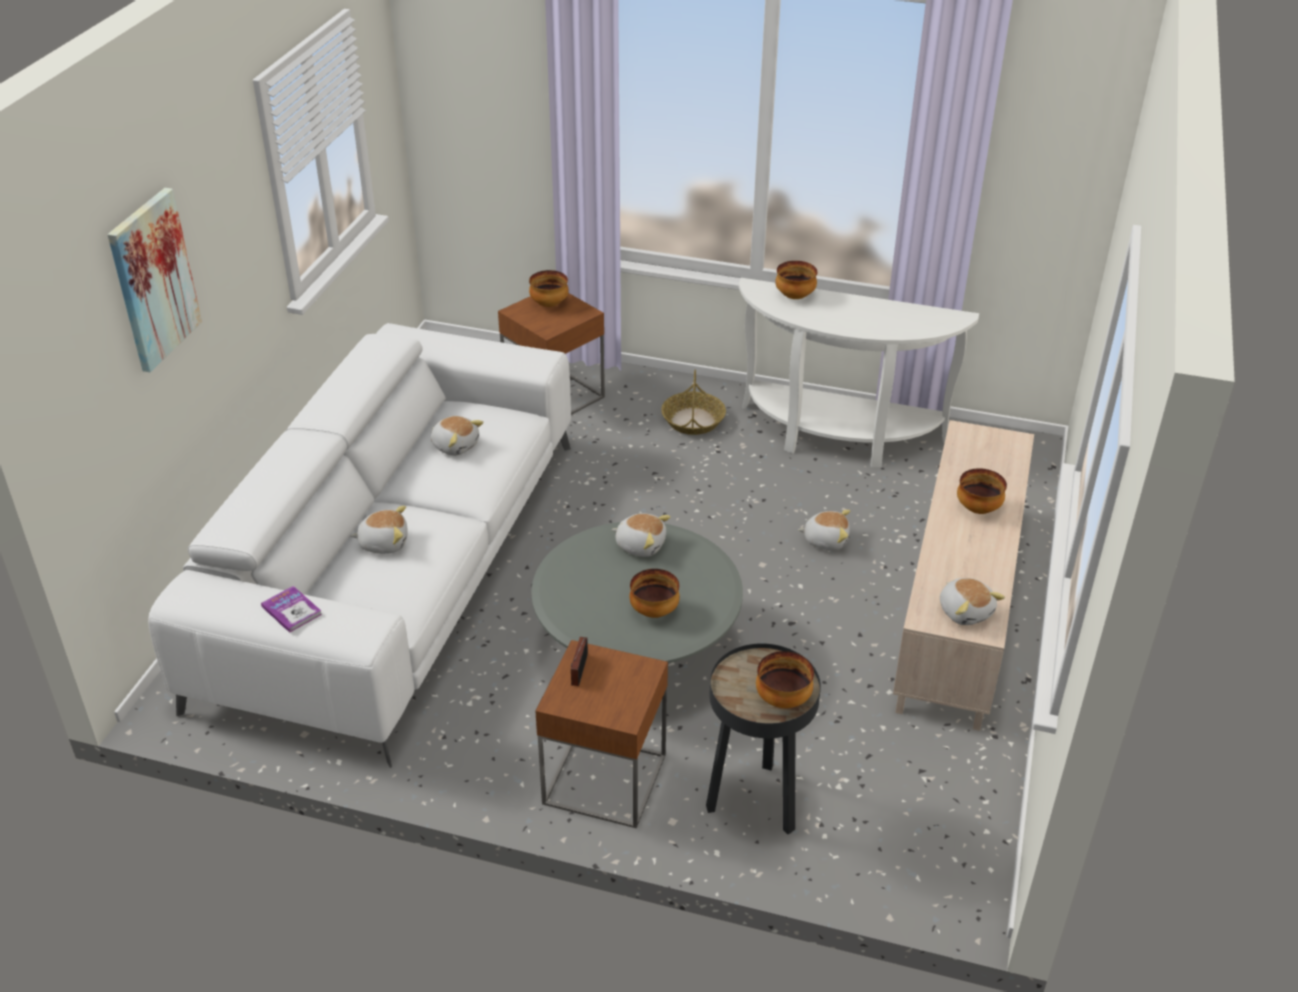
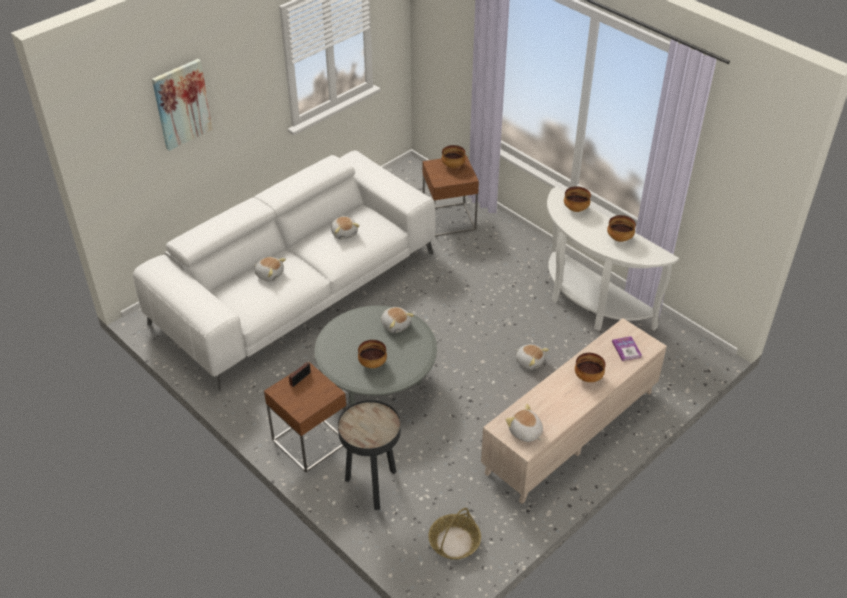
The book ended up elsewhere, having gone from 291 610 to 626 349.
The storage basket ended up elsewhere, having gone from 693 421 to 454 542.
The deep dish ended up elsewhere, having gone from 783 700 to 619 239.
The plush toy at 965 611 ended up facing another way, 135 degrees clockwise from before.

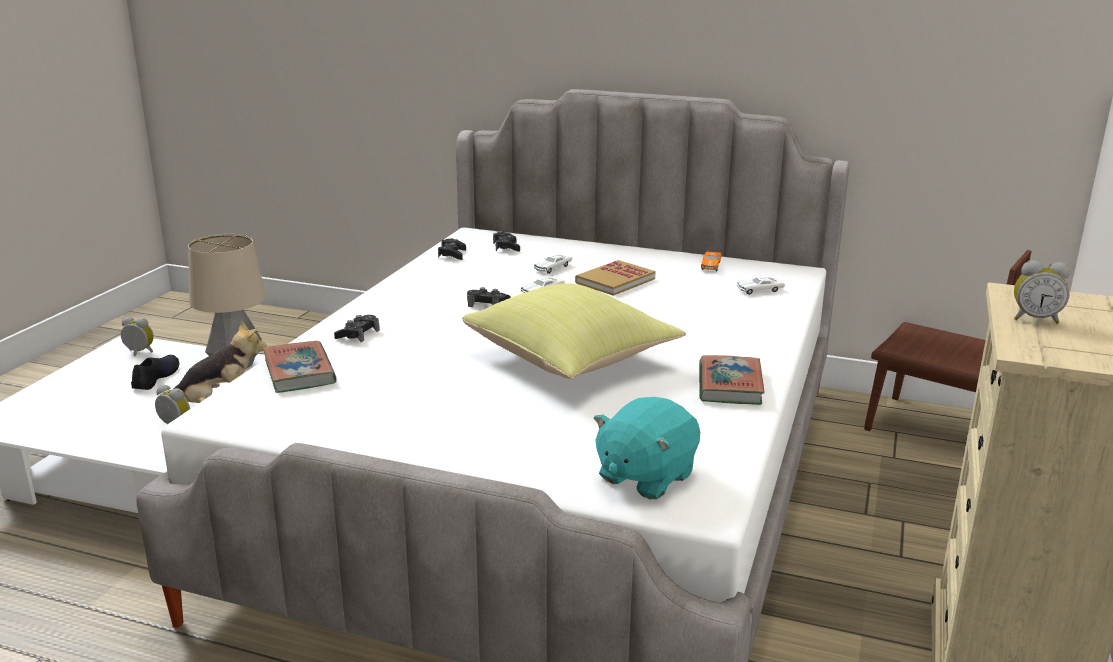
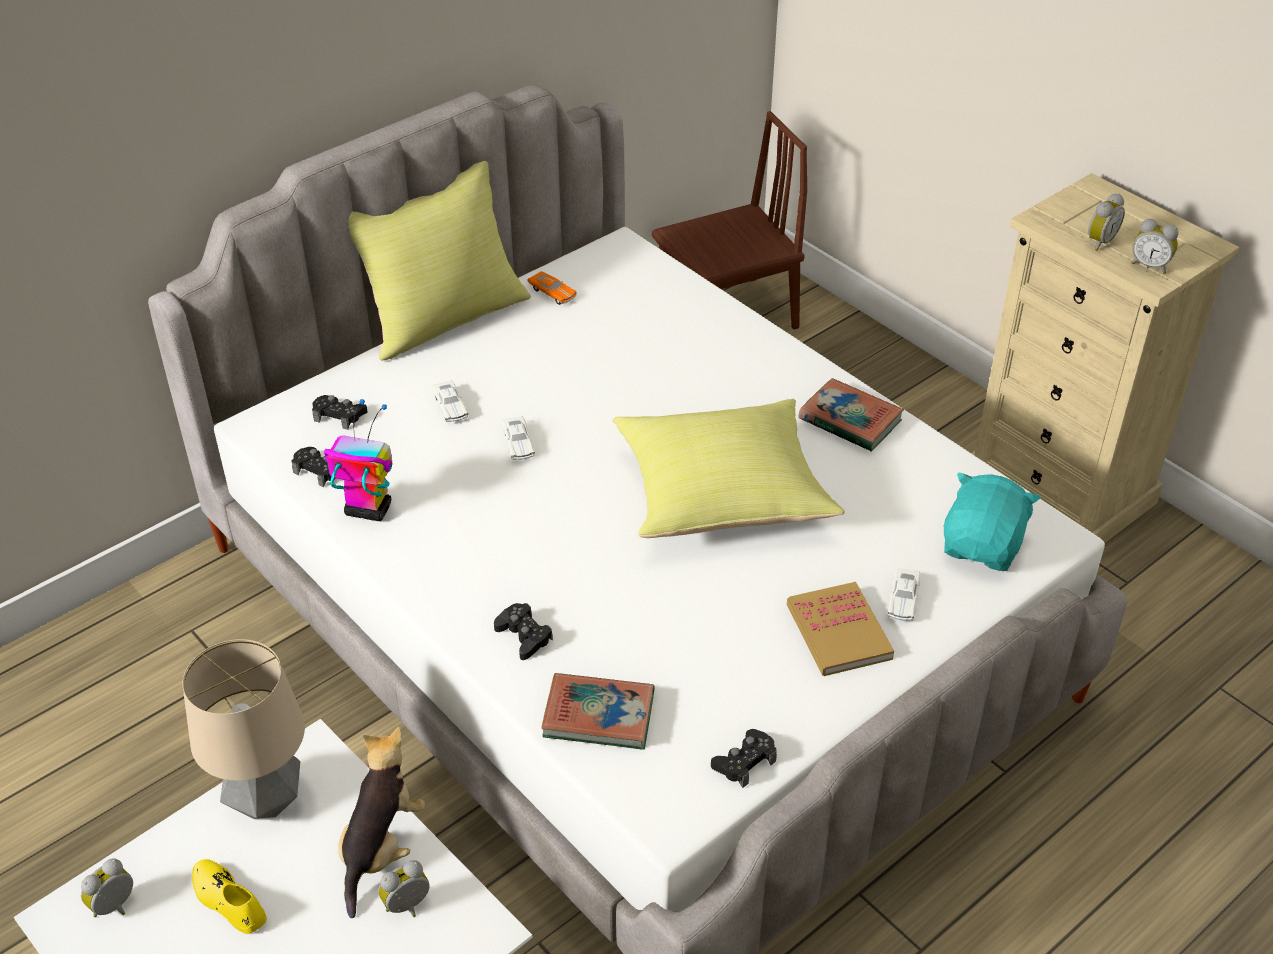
The second view gained the toy robot at 367 510.
The second view gained the yellow throw pillow at 444 318.
The second view gained the table clock at 1150 265.
The blackish gamepad ended up elsewhere, having gone from 488 304 to 744 762.
The book ended up elsewhere, having gone from 615 281 to 838 632.
The white miniature car ended up elsewhere, having gone from 759 290 to 903 600.
What was the blackish item of footwear at 155 377 turned into the yellow item of footwear at 228 901.
The blue-green plush toy at 644 476 ended up facing another way, 135 degrees counterclockwise from before.

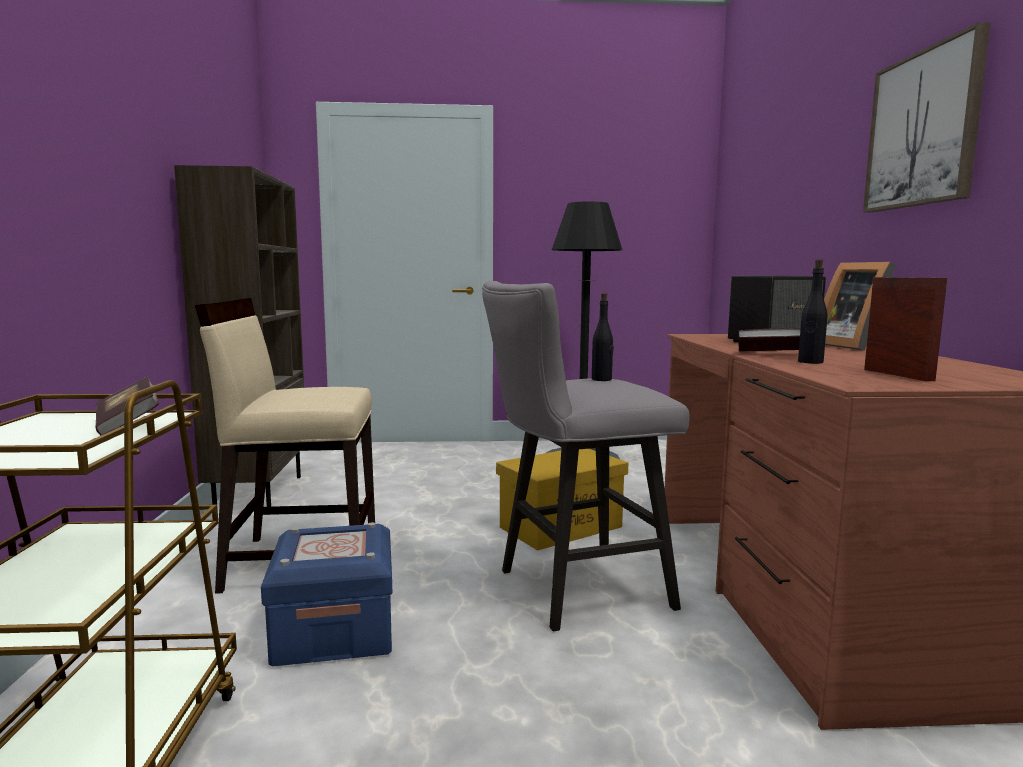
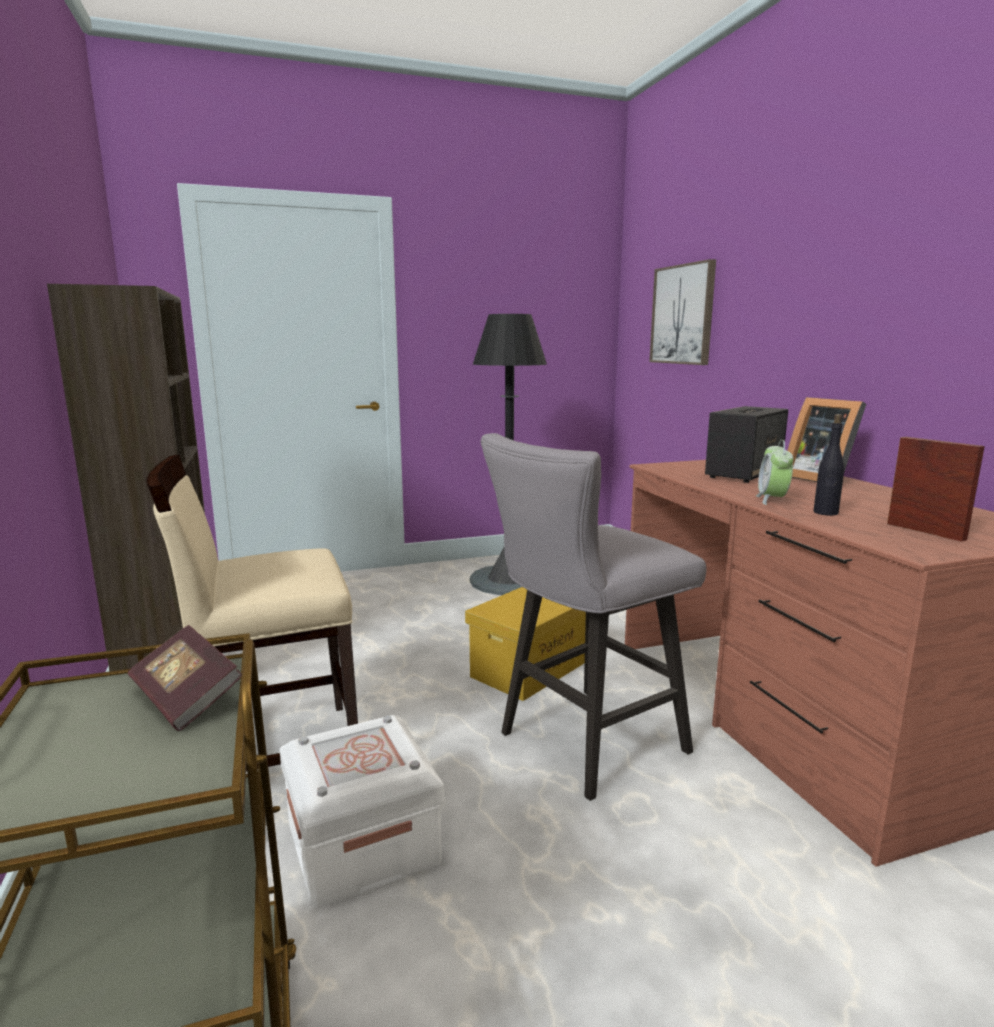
The second view lost the blackish beverage bottle at 602 379.
The wall picture ended up elsewhere, having gone from 923 129 to 683 315.
Where the book stood at 769 354, the table clock came to stand at 772 500.
What was the blue storage bin at 335 630 turned into the white storage bin at 363 844.

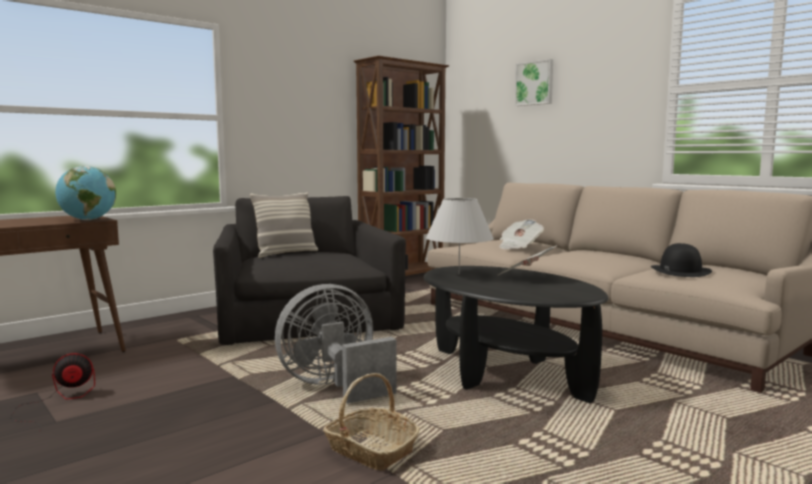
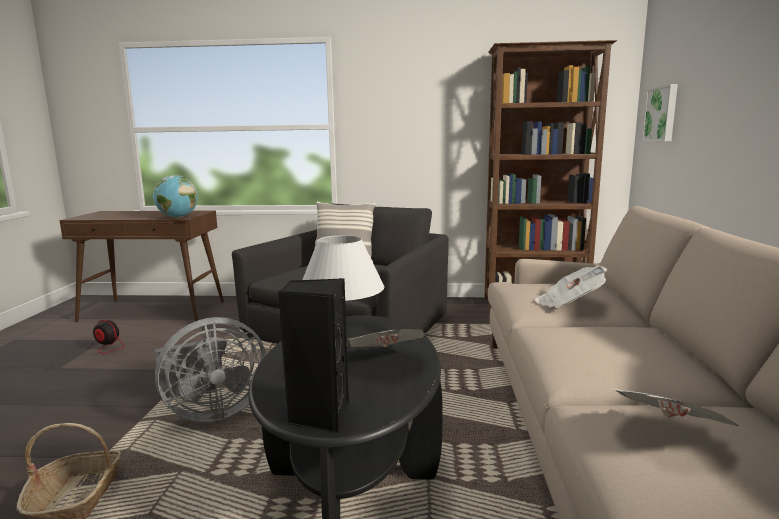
The second view gained the blackish loudspeaker at 319 415.
The wall picture ended up elsewhere, having gone from 535 83 to 661 114.
Where the blackish hat stood at 680 271, the printed paper came to stand at 668 434.
The gray cooling fan at 334 386 ended up facing another way, 135 degrees clockwise from before.

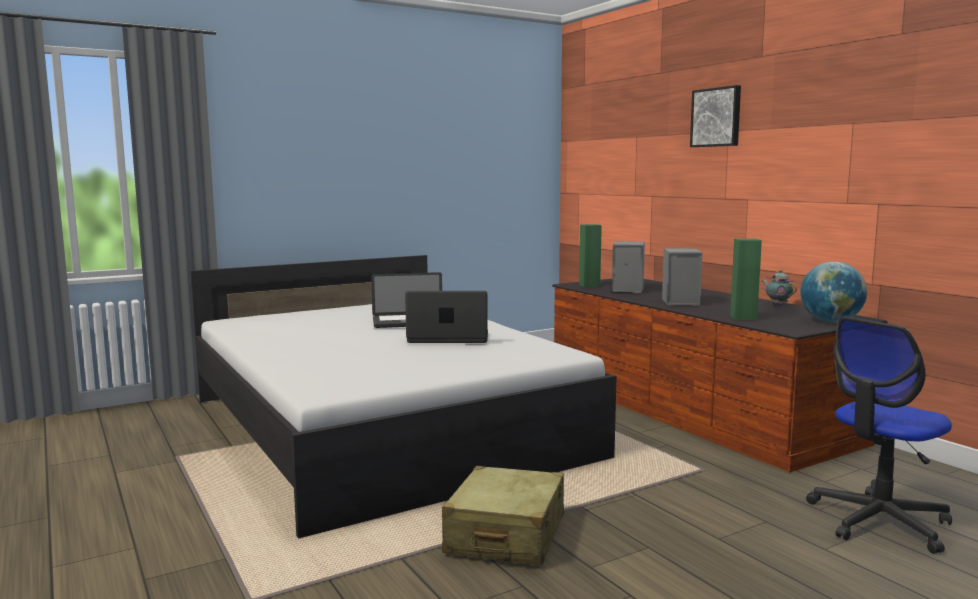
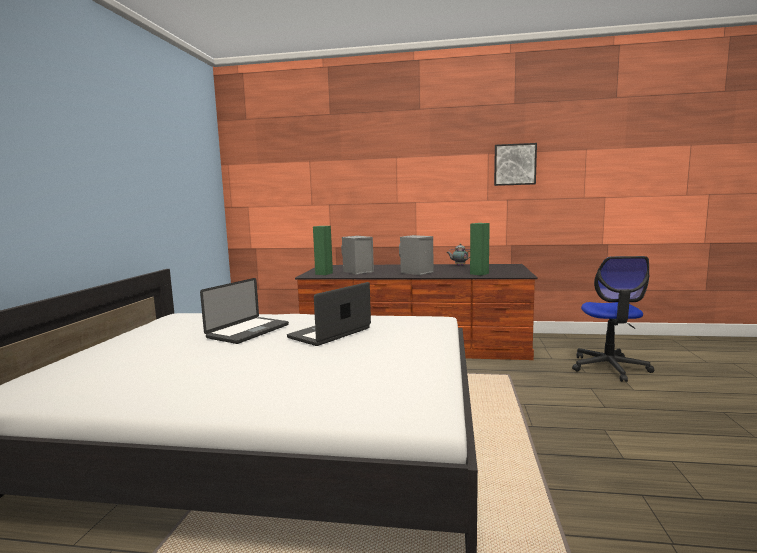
The second view lost the sand-coloured travel case at 506 535.
The second view lost the desk globe at 831 321.
The wall picture ended up elsewhere, having gone from 716 117 to 514 164.

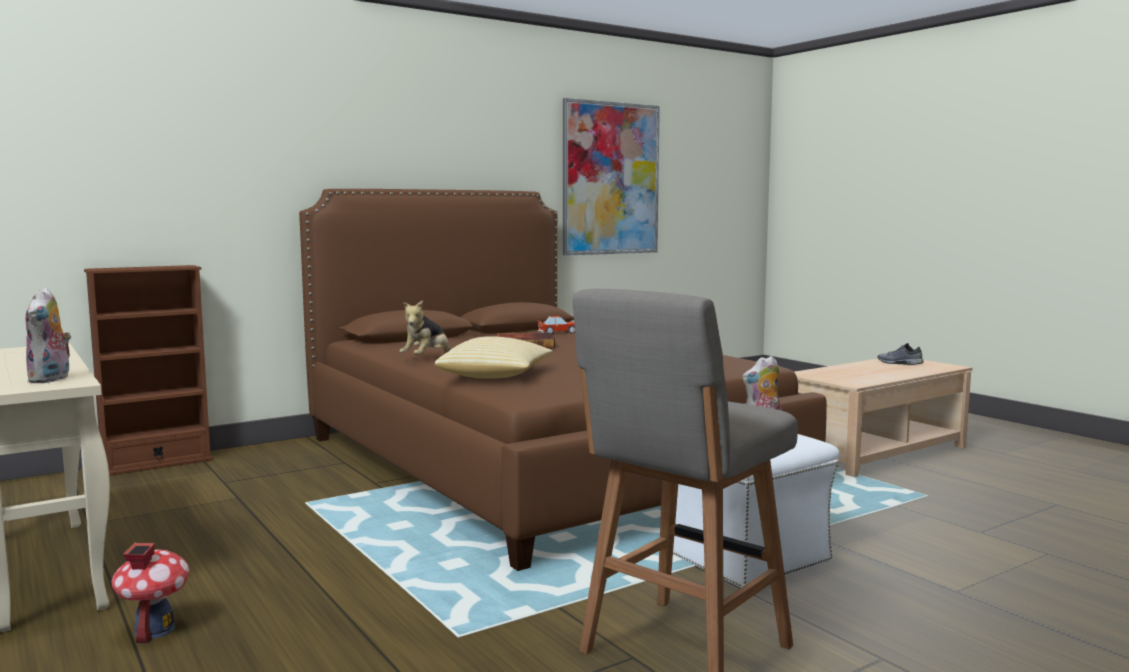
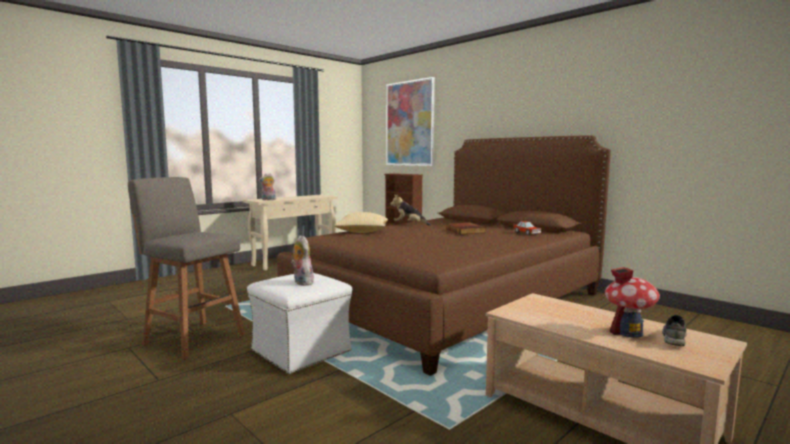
The model house ended up elsewhere, having gone from 154 630 to 628 332.
The wall picture ended up elsewhere, having gone from 611 179 to 409 123.

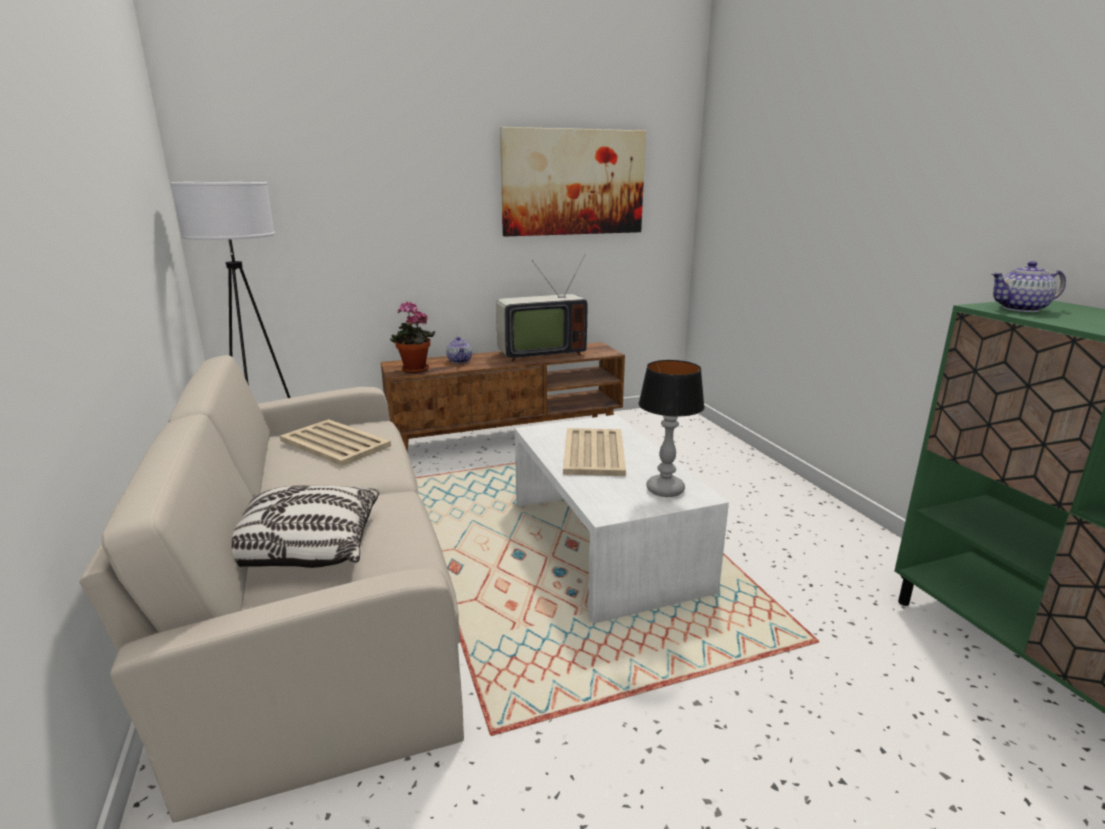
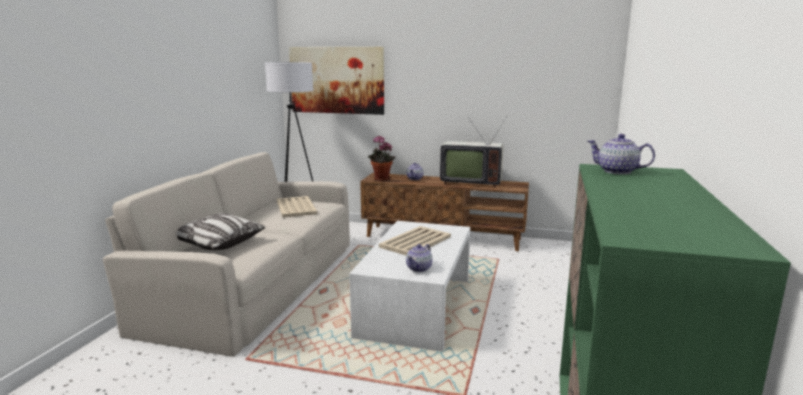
The wall picture ended up elsewhere, having gone from 573 182 to 337 80.
Where the lamp for a table stood at 665 489, the tea pot came to stand at 419 268.

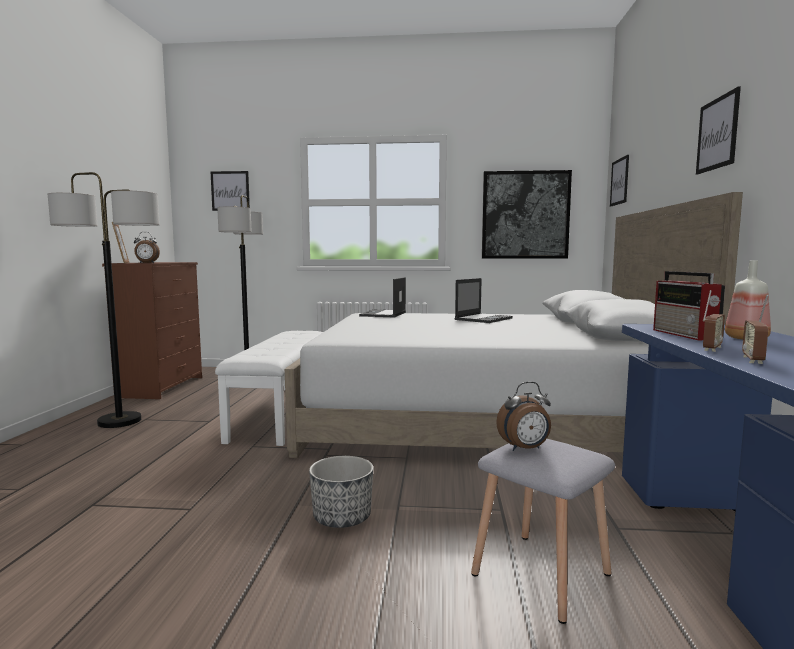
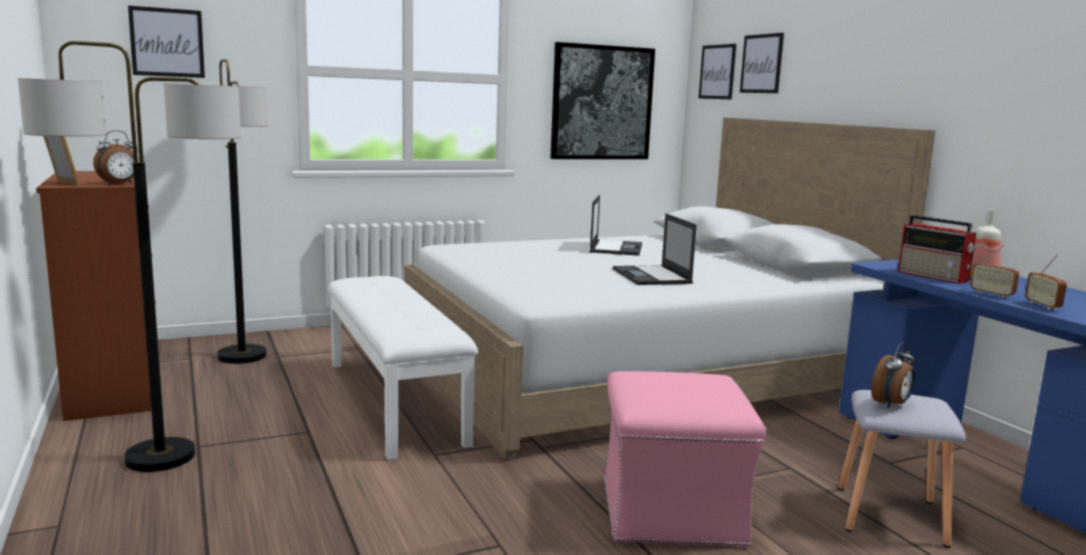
The notebook computer ended up elsewhere, having gone from 383 314 to 652 276.
The wall picture ended up elsewhere, having gone from 717 133 to 761 63.
Where the flower pot stood at 342 518, the pink-coloured pouffe came to stand at 672 512.
The radio at 711 349 ended up facing another way, 135 degrees clockwise from before.

